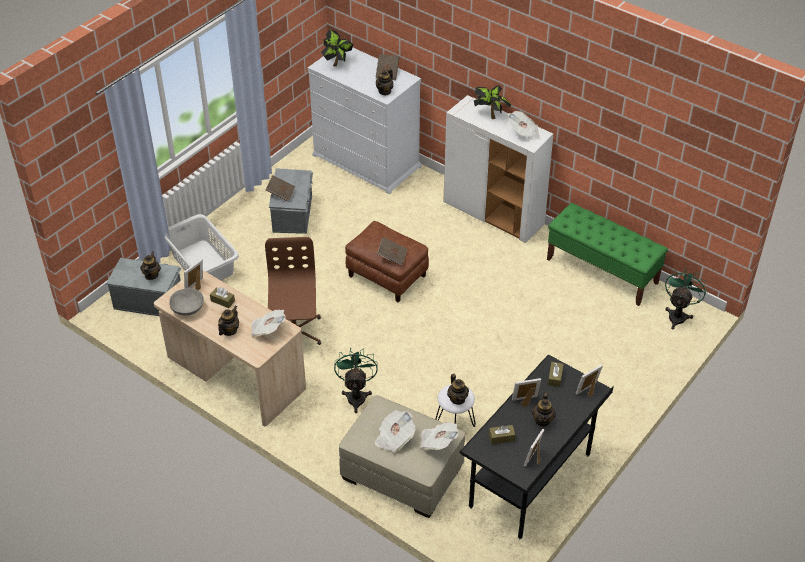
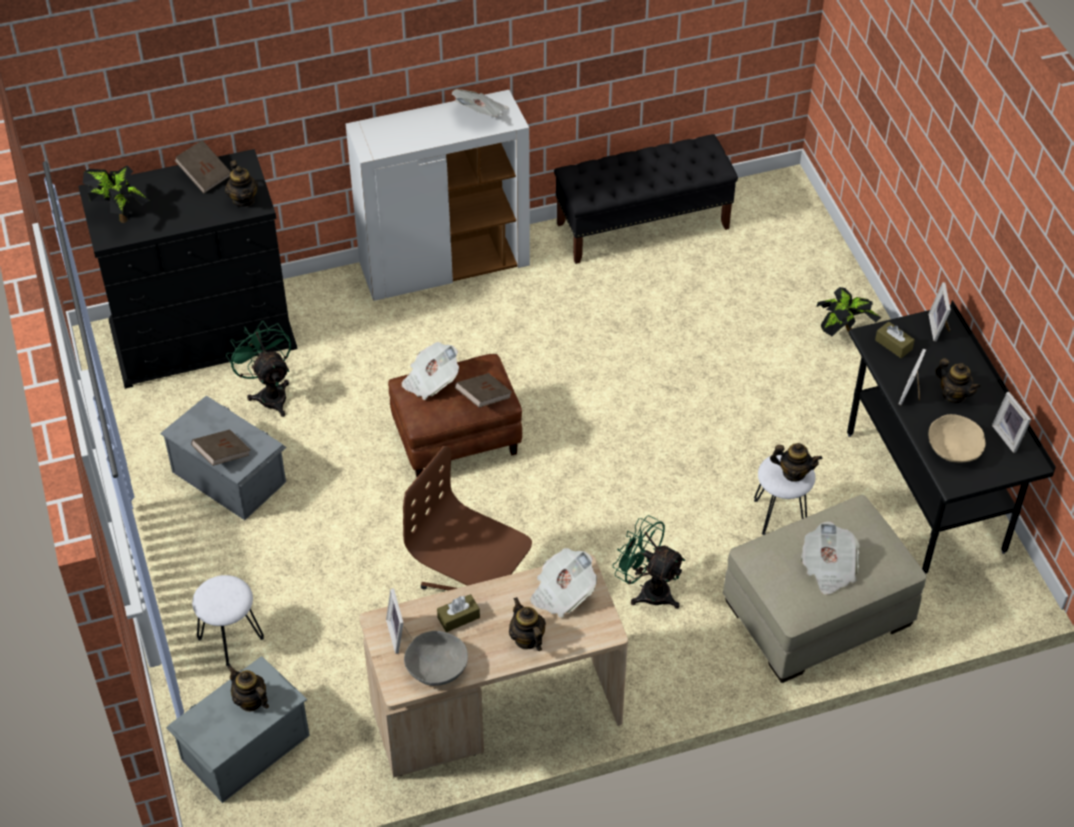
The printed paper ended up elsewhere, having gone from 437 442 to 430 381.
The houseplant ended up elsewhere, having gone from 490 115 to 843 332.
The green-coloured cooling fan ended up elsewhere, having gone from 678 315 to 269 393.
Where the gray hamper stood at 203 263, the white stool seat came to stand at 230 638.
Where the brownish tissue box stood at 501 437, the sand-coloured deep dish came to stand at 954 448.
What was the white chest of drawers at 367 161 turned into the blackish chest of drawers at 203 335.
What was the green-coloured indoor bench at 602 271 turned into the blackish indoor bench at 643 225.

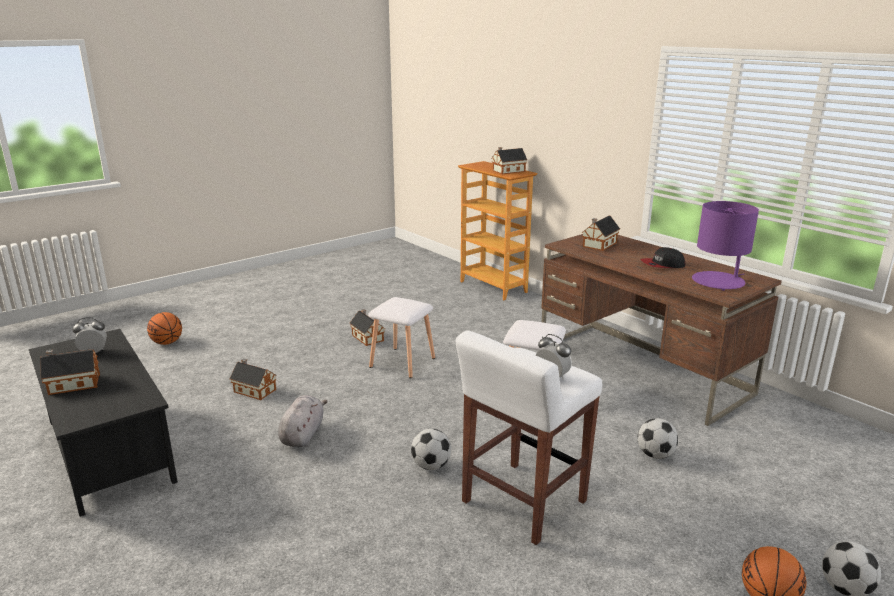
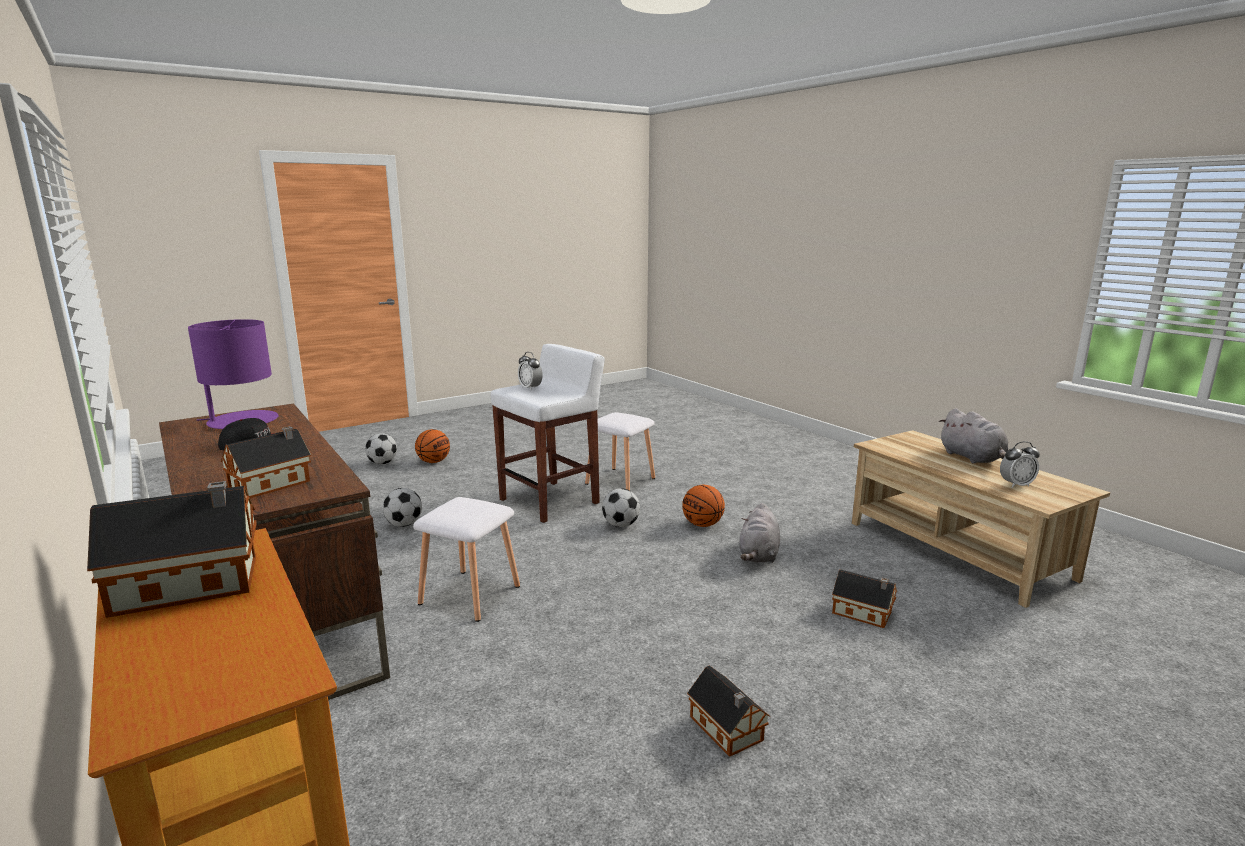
The ball for basketball ended up elsewhere, having gone from 167 343 to 702 524.
The white stool seat ended up elsewhere, having gone from 401 362 to 621 481.
Where the model house stood at 72 384, the gray plush toy came to stand at 972 458.
What was the blackish low table at 108 450 turned into the sand-coloured low table at 958 550.

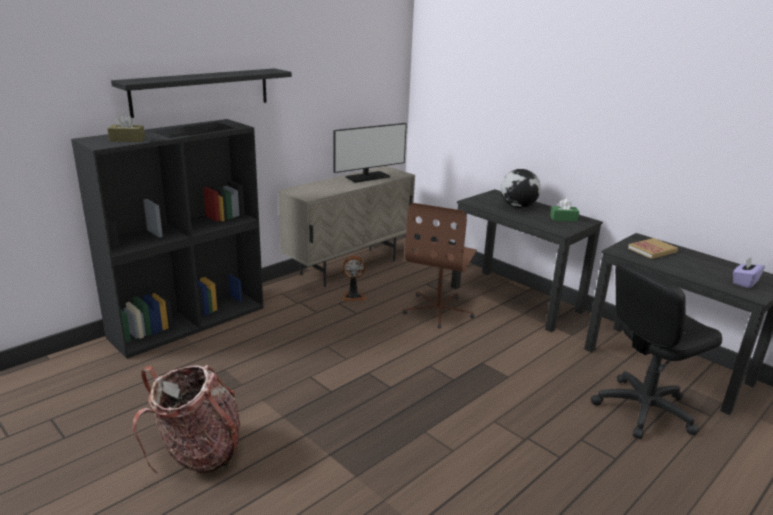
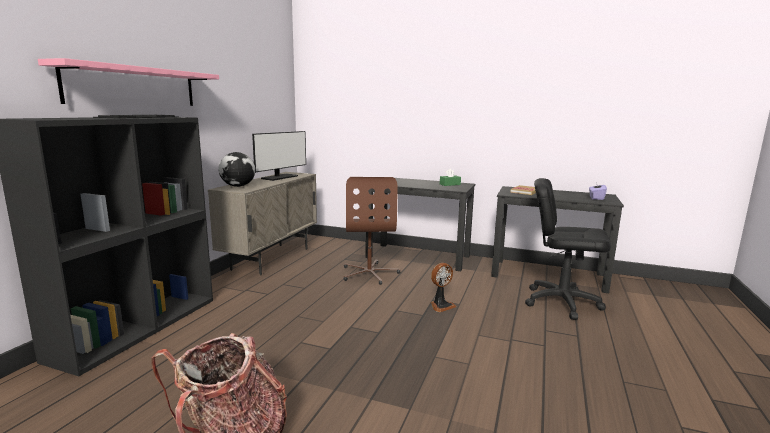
The second view lost the brownish tissue box at 127 139.
The cooling fan ended up elsewhere, having gone from 353 296 to 441 305.
The desk globe ended up elsewhere, having gone from 518 206 to 238 186.
What was the blackish shelf at 202 91 turned into the pink-coloured shelf at 134 86.
The blackish desk chair at 643 409 ended up facing another way, 75 degrees clockwise from before.

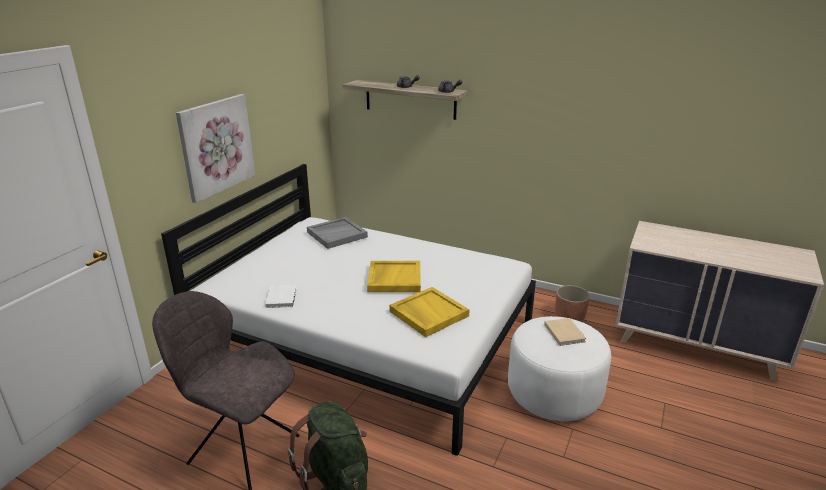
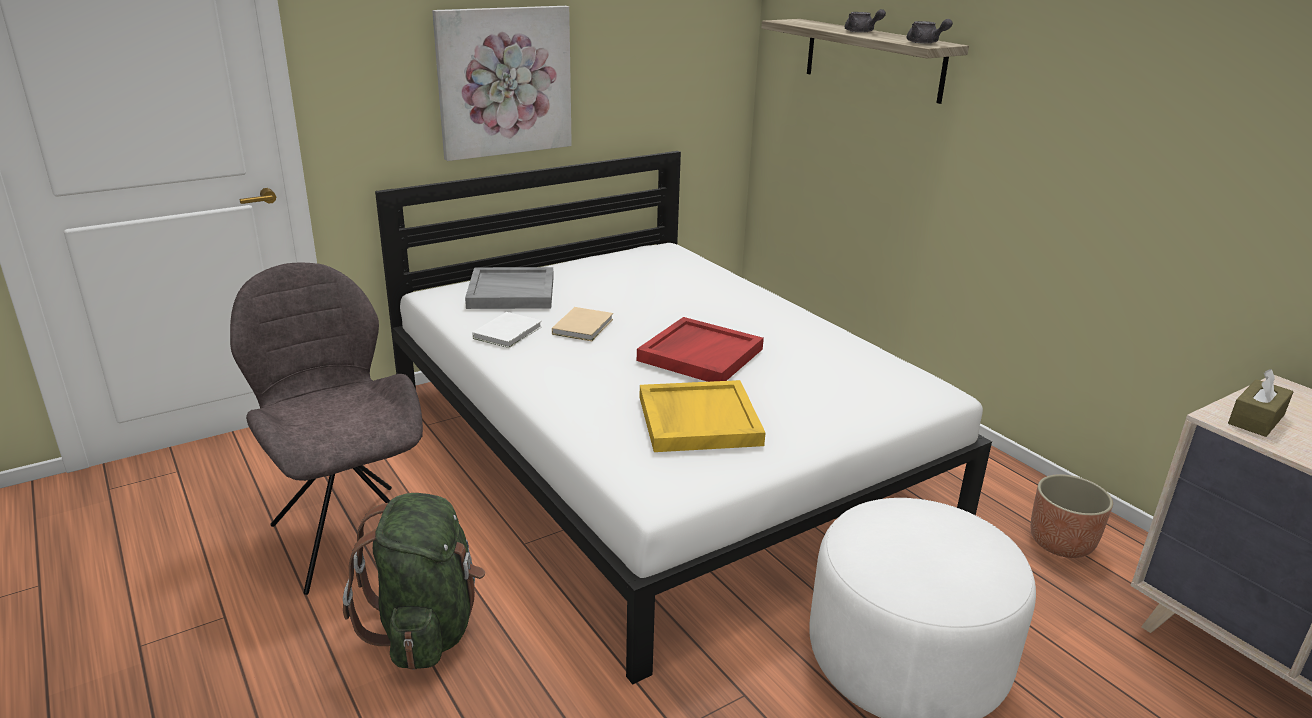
The second view gained the brownish tissue box at 1256 419.
The gray carrying tray ended up elsewhere, having gone from 337 234 to 512 292.
The sand-coloured book ended up elsewhere, having gone from 564 332 to 584 326.
What was the yellow carrying tray at 394 278 turned into the reddish carrying tray at 700 354.

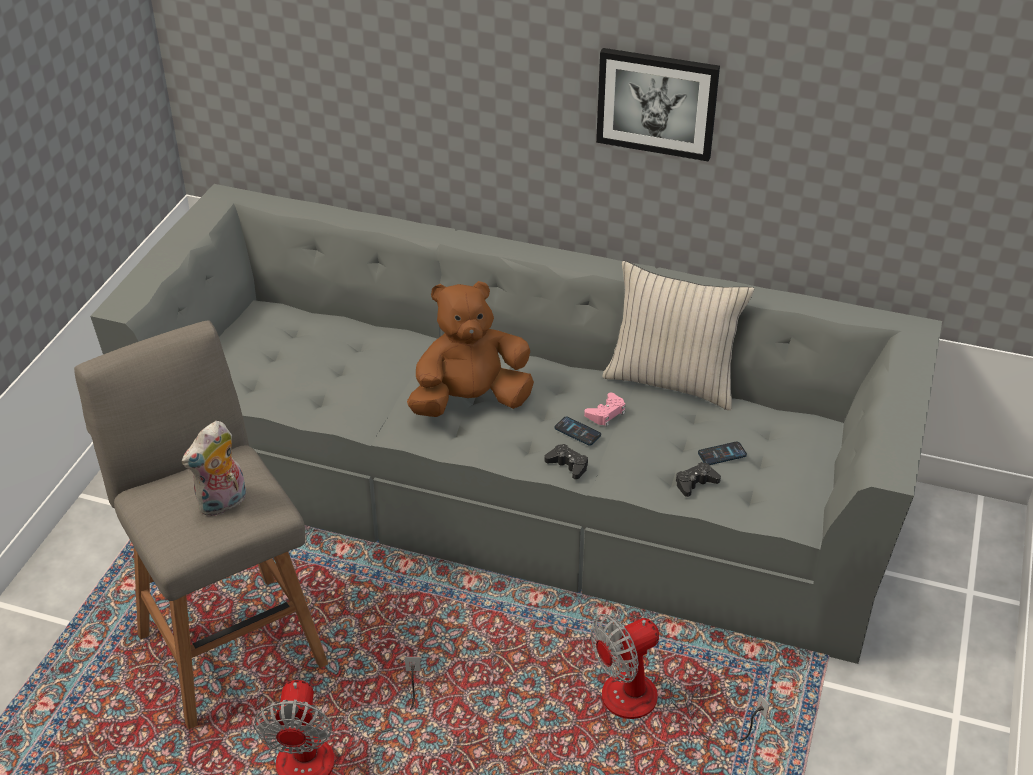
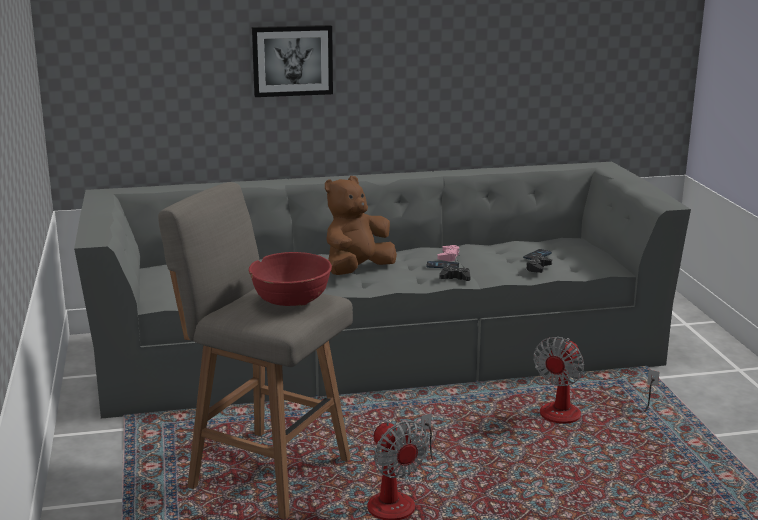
The second view lost the sand-coloured throw pillow at 672 381.
The wall picture ended up elsewhere, having gone from 657 103 to 292 60.
Where the plush toy stood at 223 504, the reddish deep dish came to stand at 291 301.

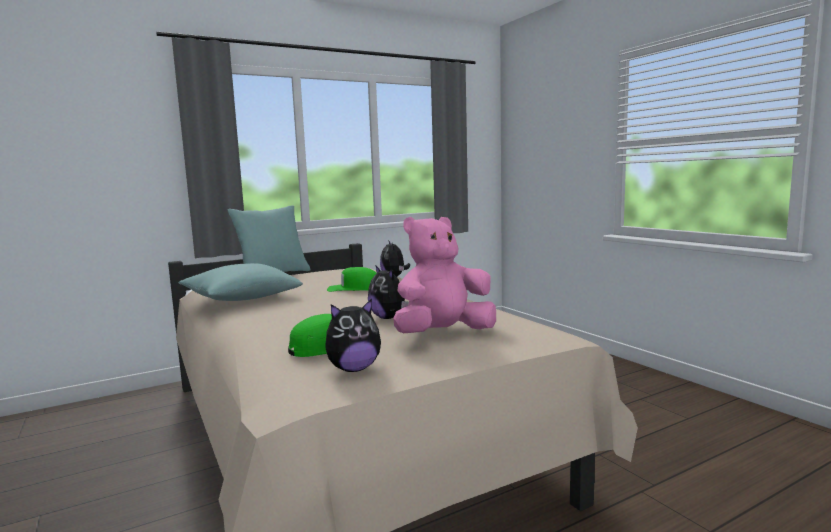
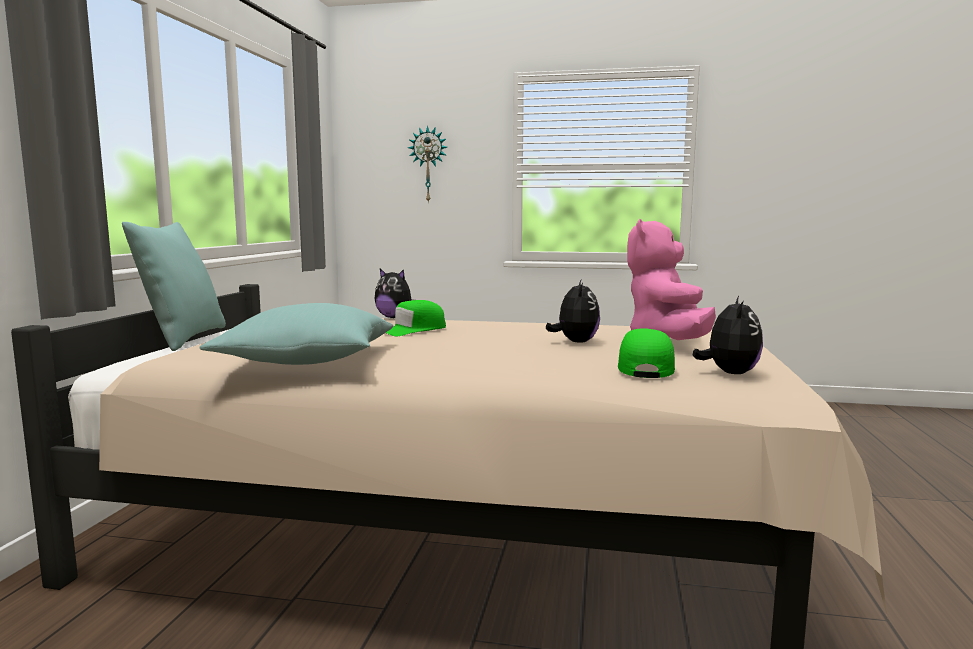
The second view gained the hanging clock at 428 164.
The plush toy at 389 318 ended up facing another way, 90 degrees counterclockwise from before.

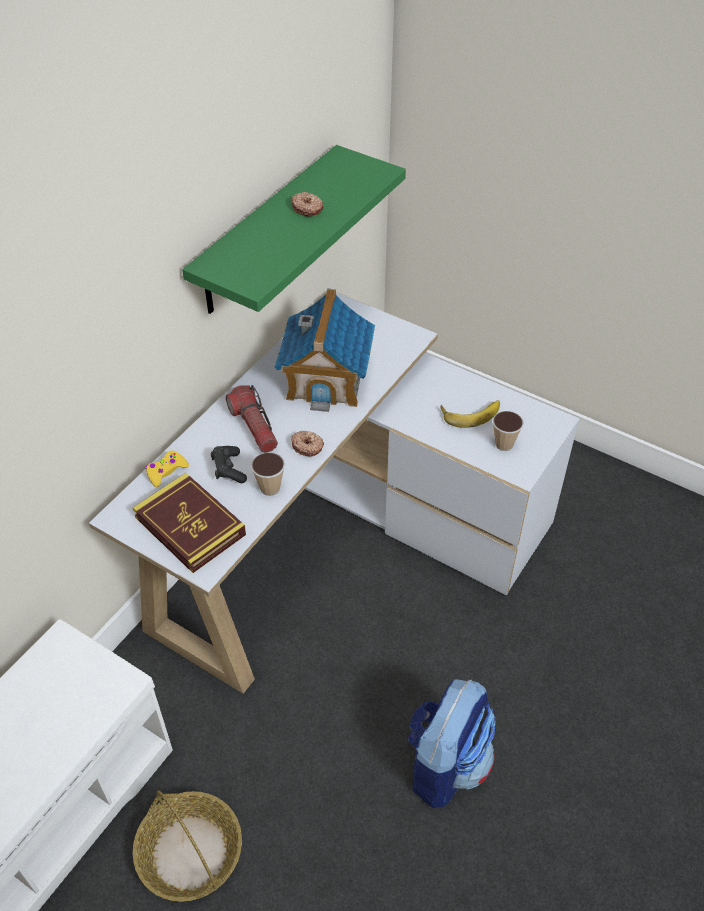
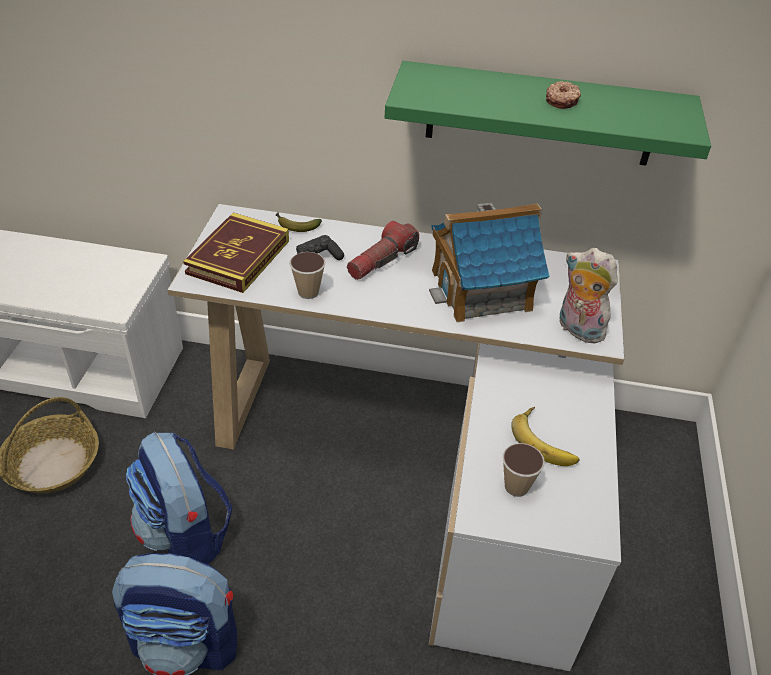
The second view lost the donut at 307 446.
The second view gained the rucksack at 186 535.
The second view gained the plush toy at 577 329.
Where the yellow gamepad stood at 166 471, the banana came to stand at 295 226.

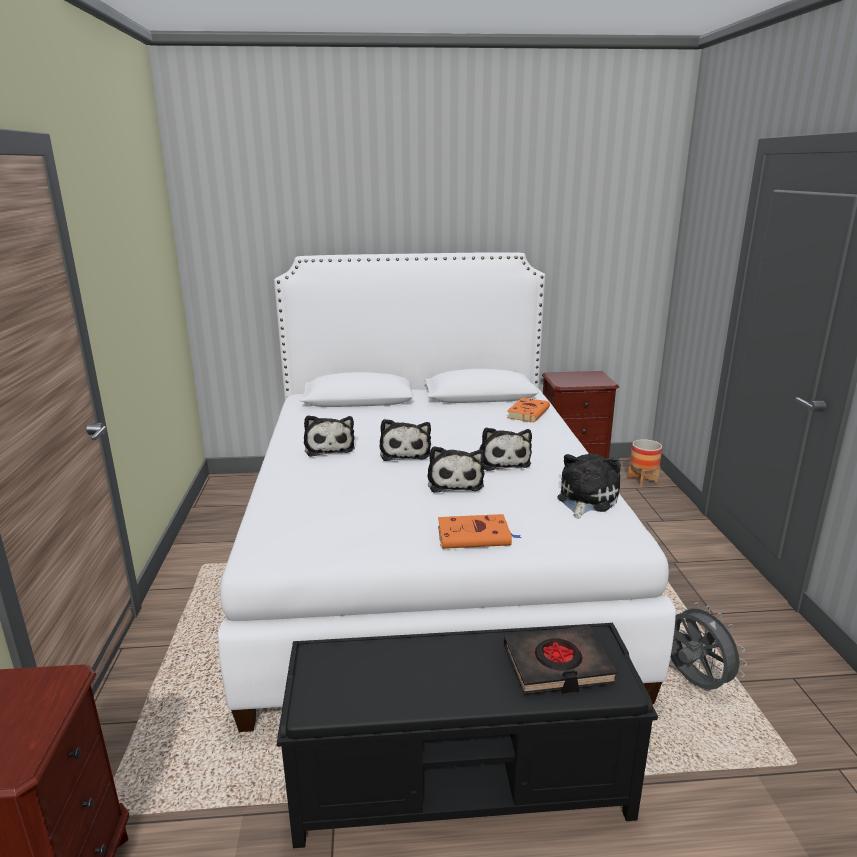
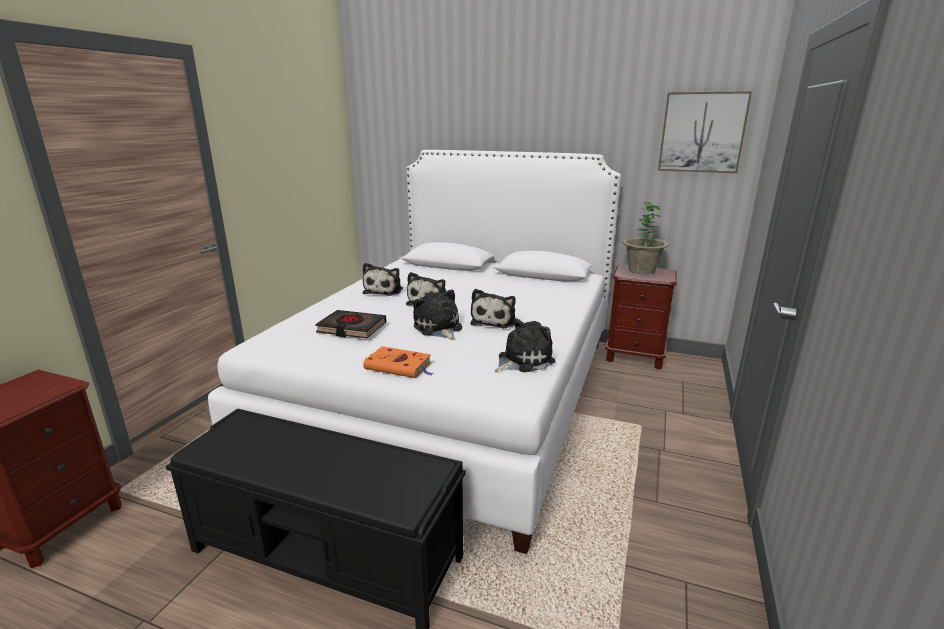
The second view lost the orange book at 528 413.
The second view lost the flower pot at 642 480.
The second view lost the gray cooling fan at 693 682.
The second view gained the houseplant at 641 270.
The second view gained the wall picture at 702 132.
The blackish book ended up elsewhere, having gone from 557 666 to 351 328.
The plush toy at 455 482 ended up facing another way, 135 degrees clockwise from before.

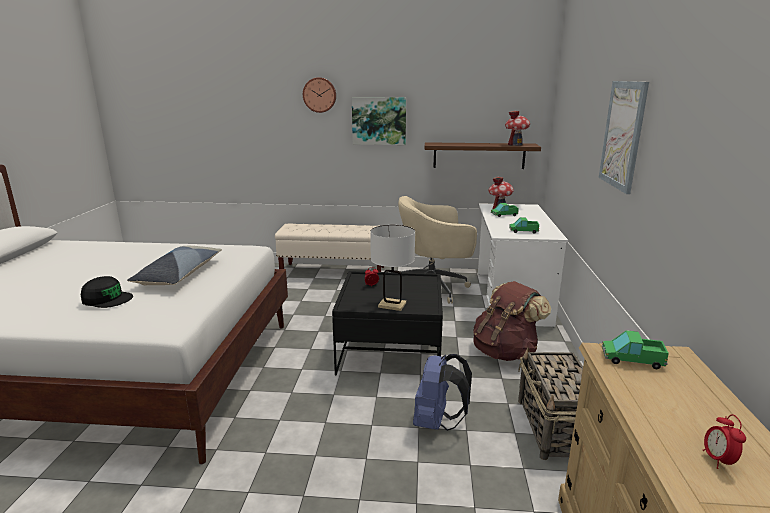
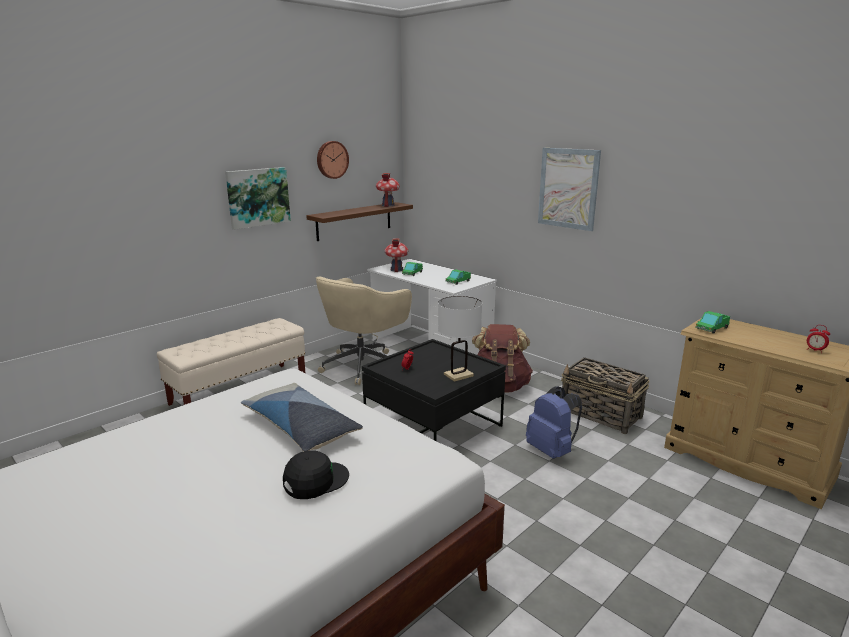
The hanging clock ended up elsewhere, having gone from 319 95 to 331 159.

